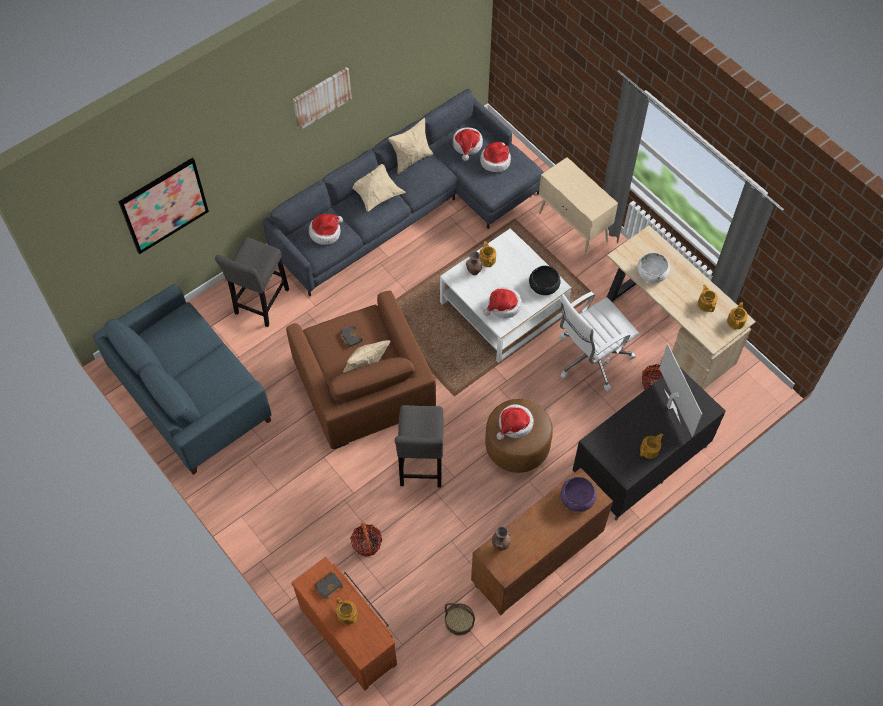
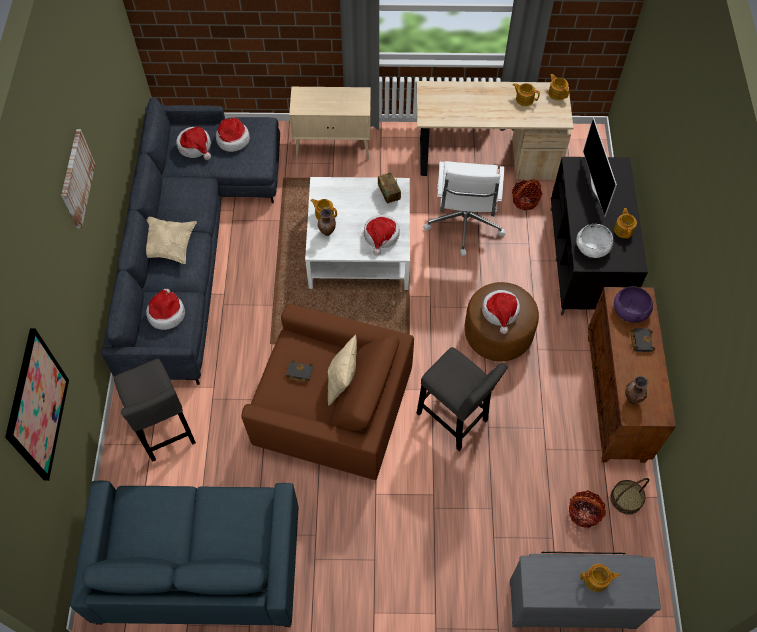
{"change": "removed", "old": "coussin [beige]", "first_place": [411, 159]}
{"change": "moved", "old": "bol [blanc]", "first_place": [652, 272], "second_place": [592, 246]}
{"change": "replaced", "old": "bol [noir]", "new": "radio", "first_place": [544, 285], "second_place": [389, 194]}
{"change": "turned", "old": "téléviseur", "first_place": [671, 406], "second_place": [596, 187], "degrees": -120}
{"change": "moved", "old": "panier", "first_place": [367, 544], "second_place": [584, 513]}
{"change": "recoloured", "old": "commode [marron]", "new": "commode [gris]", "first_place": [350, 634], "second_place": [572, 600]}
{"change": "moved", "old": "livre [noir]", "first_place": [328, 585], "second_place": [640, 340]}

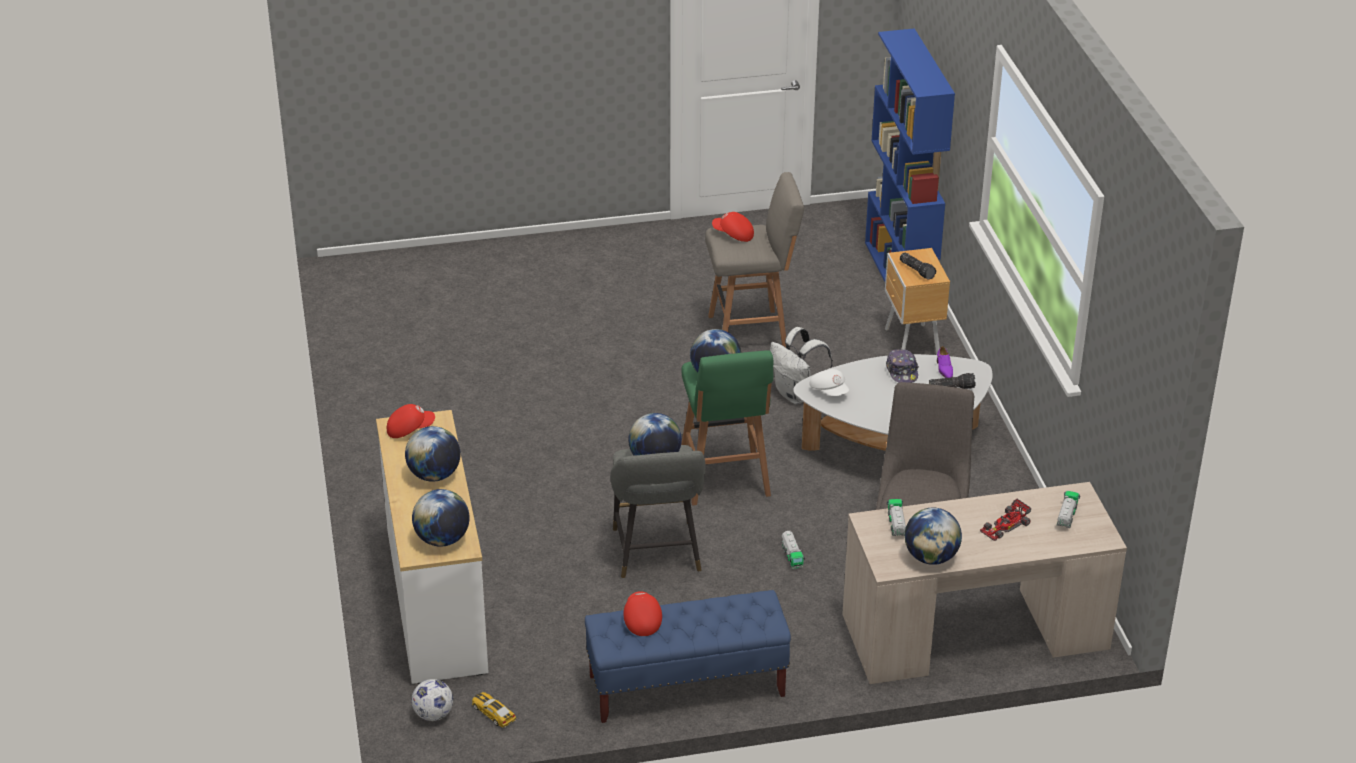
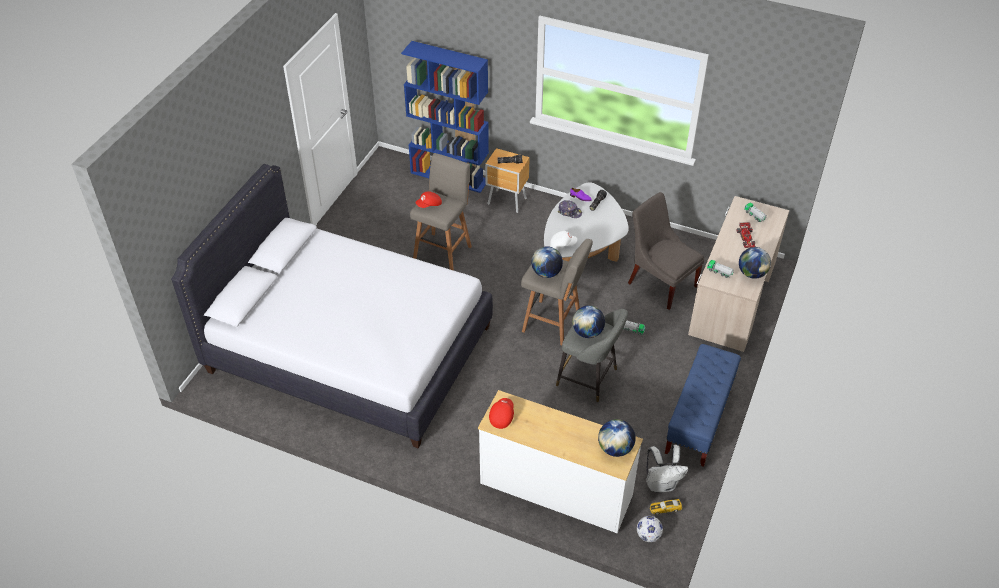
{"change": "moved", "old": "sac à dos [blanc]", "first_place": [797, 395], "second_place": [661, 484]}
{"change": "recoloured", "old": "tabouret [vert]", "new": "tabouret [gris]", "first_place": [724, 480], "second_place": [553, 323]}
{"change": "removed", "old": "globe", "first_place": [434, 475]}
{"change": "removed", "old": "casquette [rouge]", "first_place": [641, 620]}
{"change": "added", "new": "lit [blanc]", "second_place": [349, 349]}

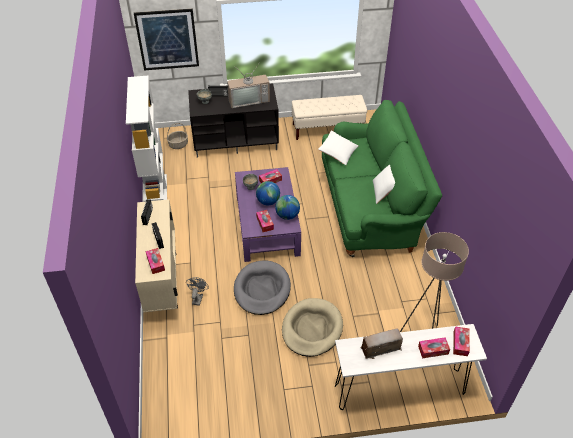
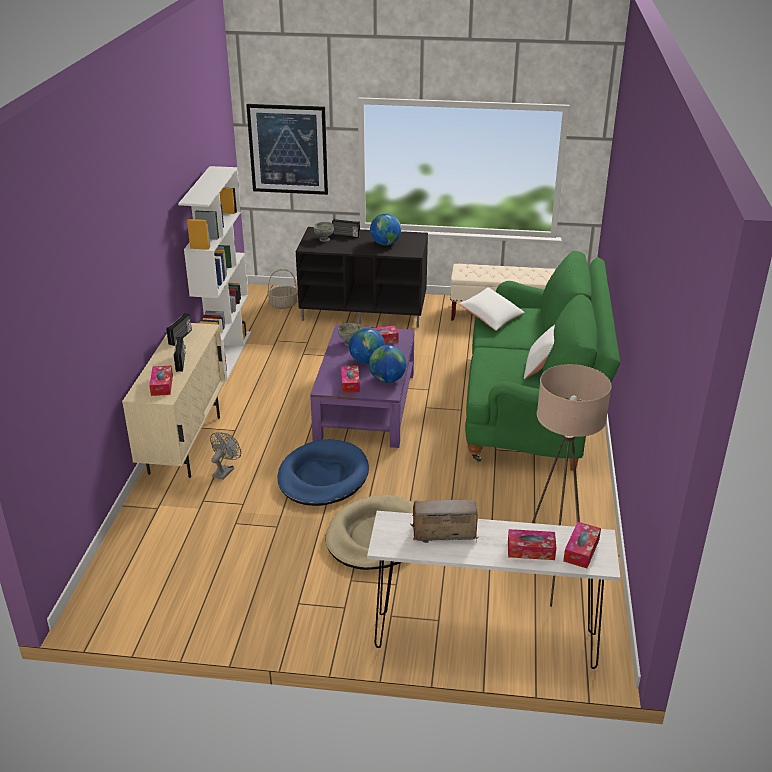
{"change": "replaced", "old": "téléviseur", "new": "globe", "first_place": [248, 99], "second_place": [385, 244]}
{"change": "recoloured", "old": "panier pour chien [gris]", "new": "panier pour chien [bleu]", "first_place": [262, 289], "second_place": [323, 477]}

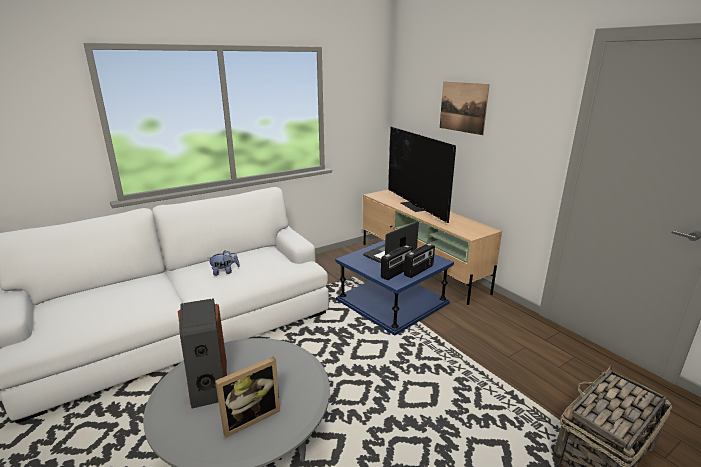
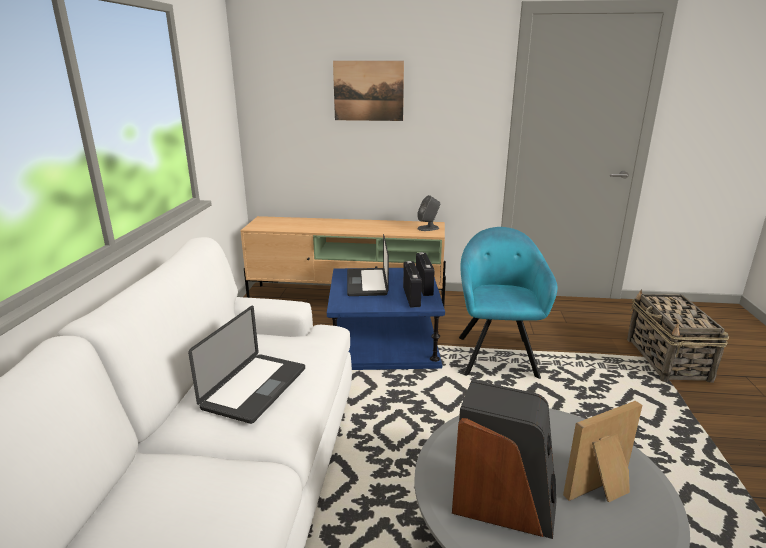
{"change": "removed", "old": "téléviseur", "first_place": [415, 206]}
{"change": "replaced", "old": "peluche", "new": "ordinateur portable", "first_place": [225, 272], "second_place": [255, 388]}
{"change": "turned", "old": "cadre photo", "first_place": [249, 417], "second_place": [602, 491], "degrees": -120}
{"change": "added", "new": "enceinte [gris]", "second_place": [428, 228]}
{"change": "added", "new": "fauteuil [turquoise]", "second_place": [496, 354]}

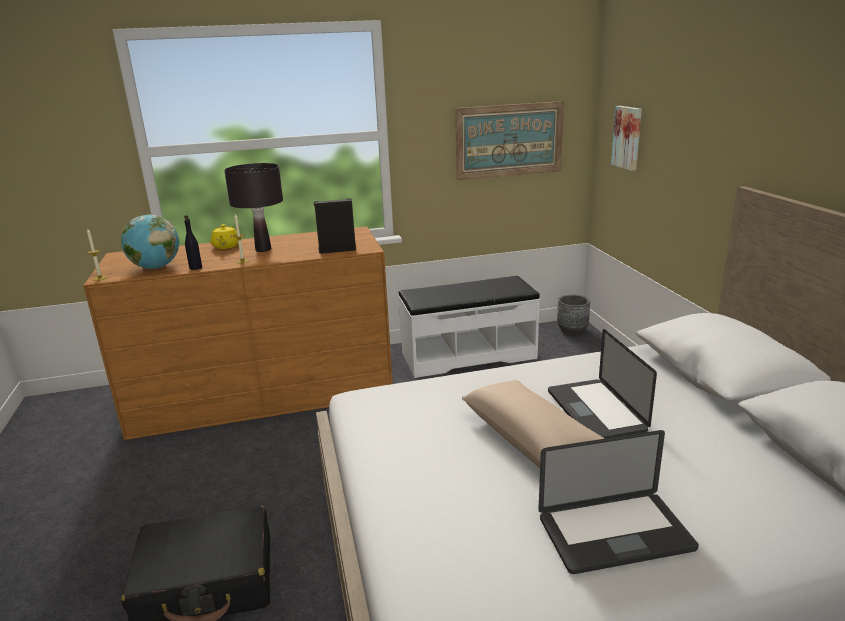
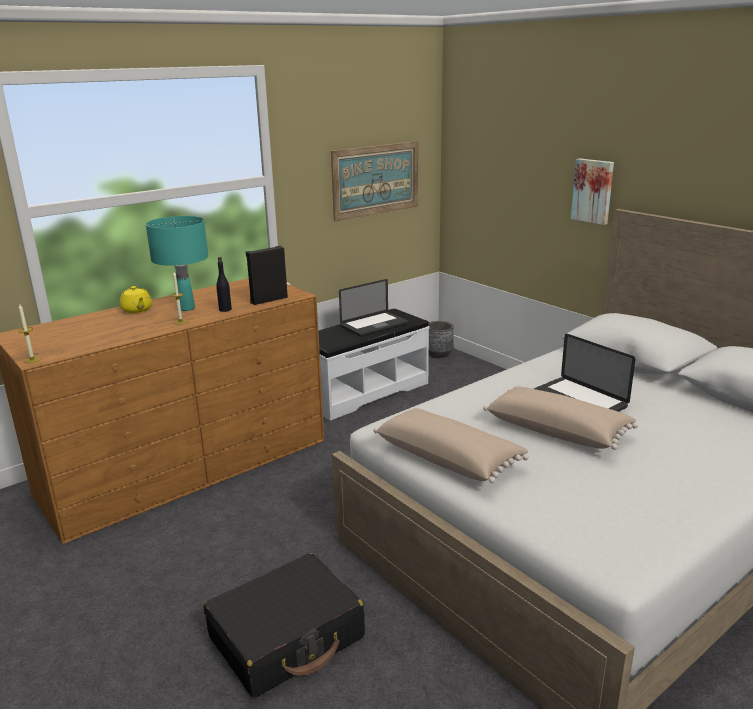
{"change": "moved", "old": "tableau", "first_place": [628, 137], "second_place": [593, 191]}
{"change": "recoloured", "old": "lampe de table [noir]", "new": "lampe de table [turquoise]", "first_place": [263, 249], "second_place": [186, 308]}
{"change": "removed", "old": "globe", "first_place": [155, 267]}
{"change": "moved", "old": "bouteille [noir]", "first_place": [195, 268], "second_place": [225, 309]}
{"change": "moved", "old": "ordinateur portable", "first_place": [615, 534], "second_place": [374, 325]}
{"change": "added", "new": "coussin [beige]", "second_place": [448, 458]}

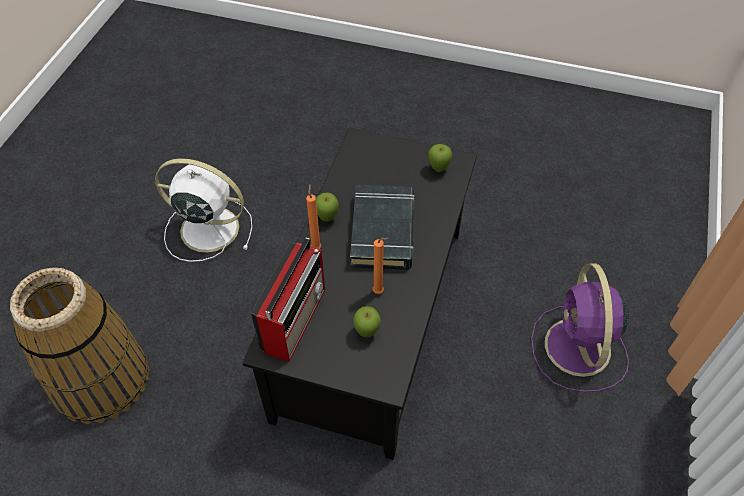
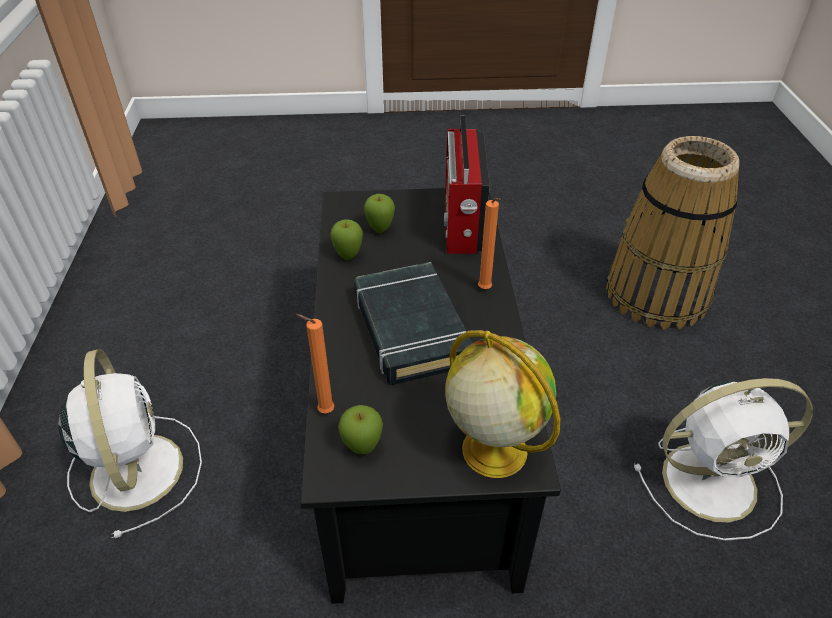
{"change": "moved", "old": "pomme", "first_place": [327, 218], "second_place": [348, 257]}
{"change": "moved", "old": "bougie [orange]", "first_place": [379, 292], "second_place": [323, 411]}
{"change": "recoloured", "old": "ventilateur [violet]", "new": "ventilateur [blanc]", "first_place": [578, 350], "second_place": [136, 468]}
{"change": "added", "new": "globe", "second_place": [492, 449]}

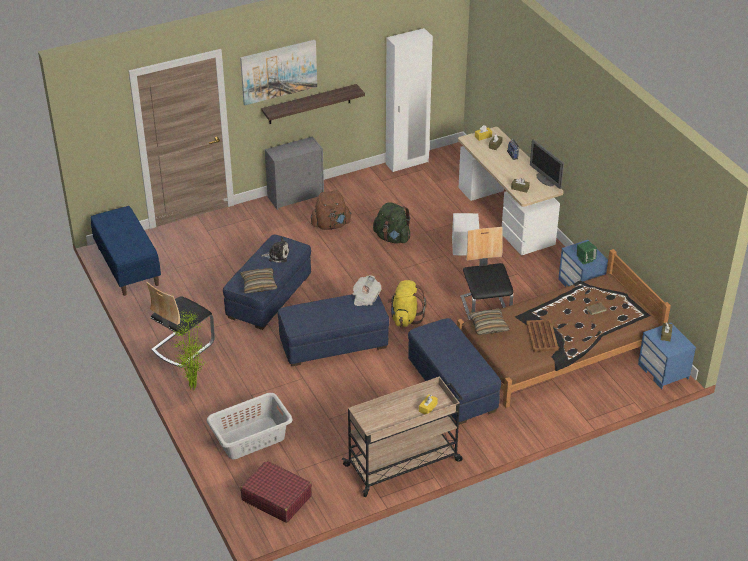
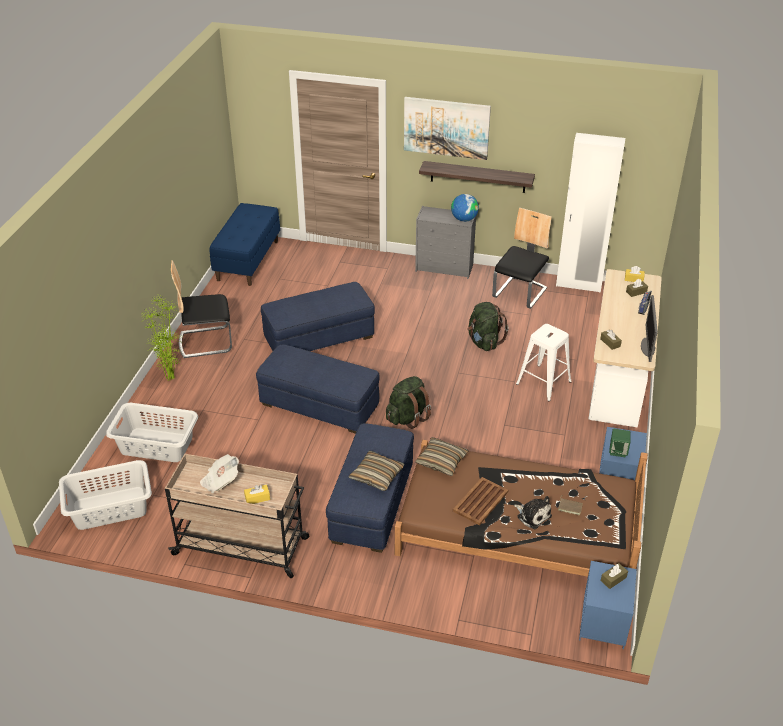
{"change": "removed", "old": "sac à dos [marron]", "first_place": [331, 225]}
{"change": "replaced", "old": "boîte de rangement [blanc]", "new": "tabouret [blanc]", "first_place": [464, 245], "second_place": [543, 382]}
{"change": "moved", "old": "chaise", "first_place": [485, 308], "second_place": [520, 293]}
{"change": "moved", "old": "peluche", "first_place": [277, 255], "second_place": [532, 515]}
{"change": "moved", "old": "coussin", "first_place": [259, 285], "second_place": [377, 476]}
{"change": "moved", "old": "journal", "first_place": [365, 297], "second_place": [220, 481]}
{"change": "recoloured", "old": "sac à dos [jaune]", "new": "sac à dos [vert]", "first_place": [405, 318], "second_place": [408, 417]}
{"change": "replaced", "old": "valise [rouge]", "new": "panier à linge [gris]", "first_place": [276, 498], "second_place": [109, 508]}
{"change": "added", "new": "globe", "second_place": [464, 219]}

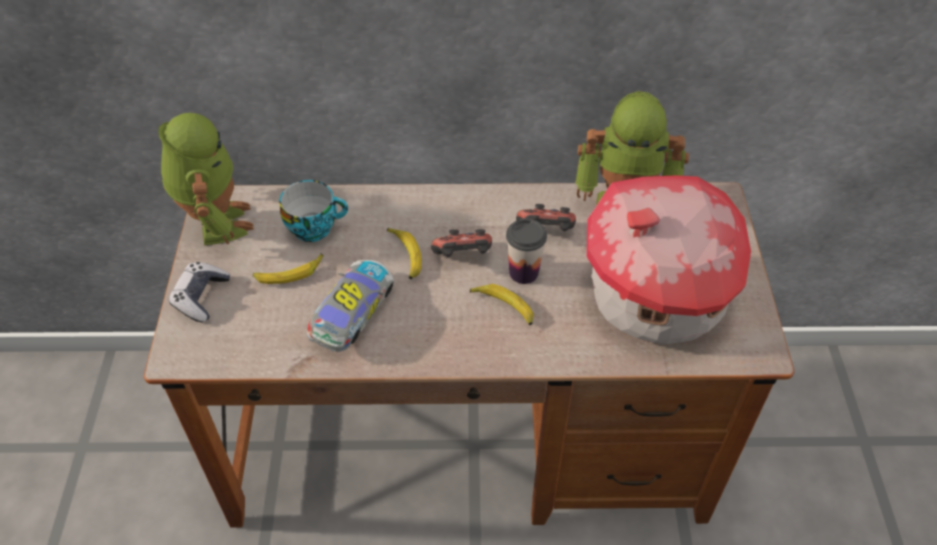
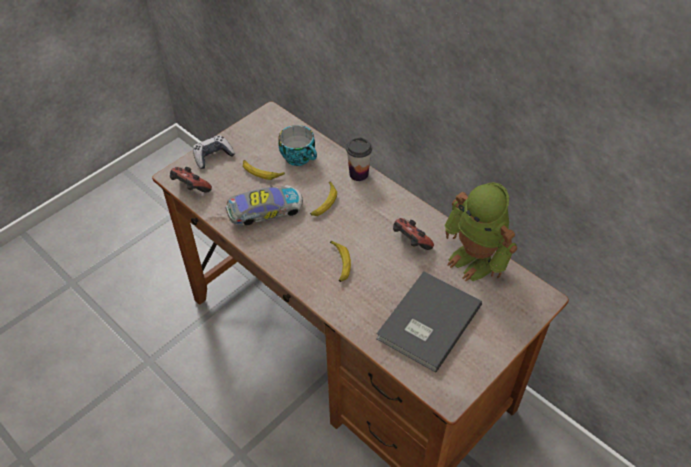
{"change": "removed", "old": "robot jouet", "first_place": [215, 223]}
{"change": "replaced", "old": "maison miniature", "new": "livre [gris]", "first_place": [656, 299], "second_place": [426, 322]}
{"change": "moved", "old": "tasse", "first_place": [523, 272], "second_place": [358, 174]}
{"change": "moved", "old": "manette", "first_place": [463, 257], "second_place": [190, 188]}

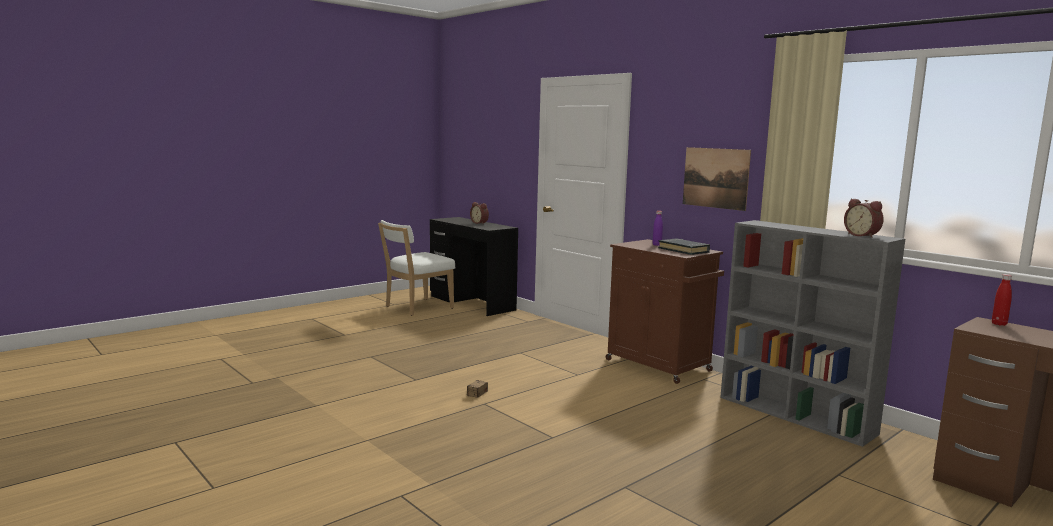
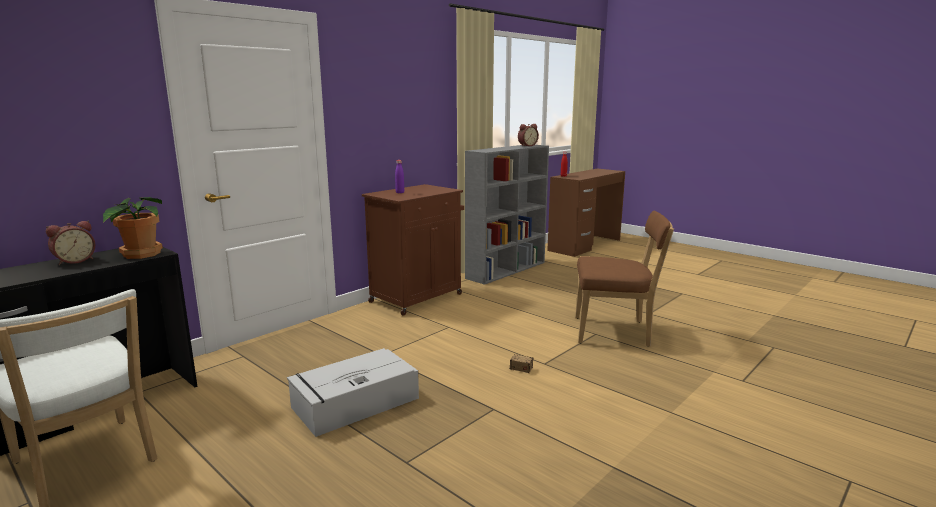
{"change": "removed", "old": "tableau", "first_place": [715, 178]}
{"change": "removed", "old": "livre [noir]", "first_place": [683, 250]}
{"change": "added", "new": "plante en pot", "second_place": [140, 254]}
{"change": "added", "new": "chaise [marron]", "second_place": [615, 332]}
{"change": "added", "new": "boîte de rangement [gris]", "second_place": [353, 403]}

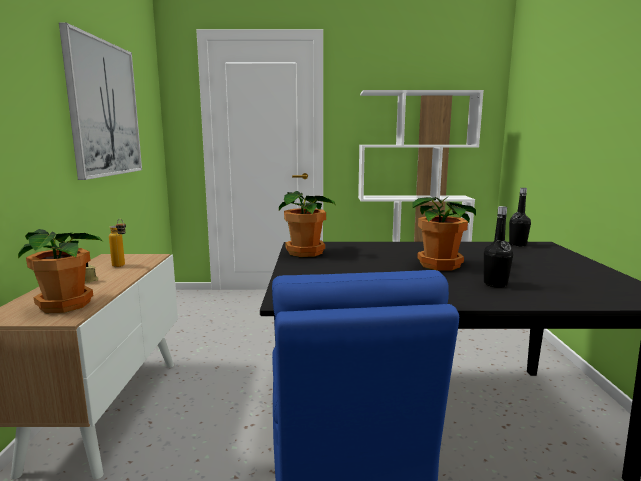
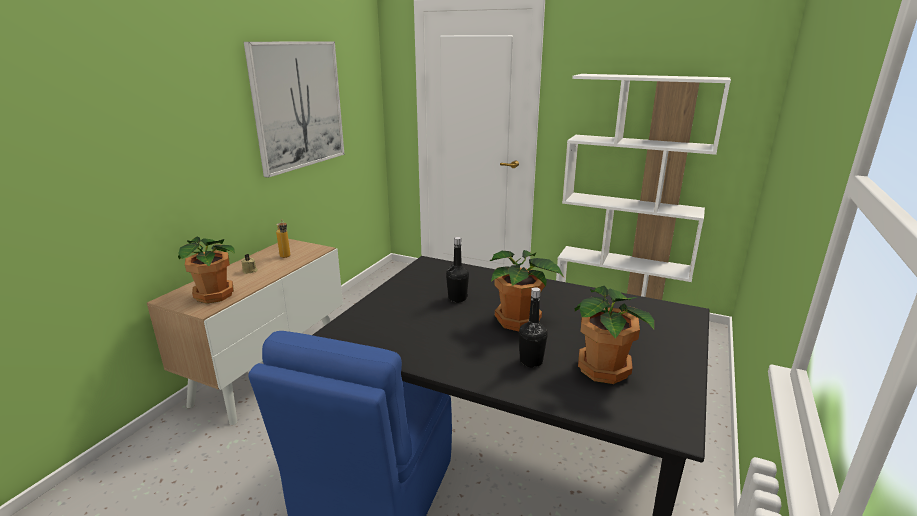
{"change": "moved", "old": "bouteille [noir]", "first_place": [517, 244], "second_place": [457, 298]}
{"change": "moved", "old": "plante en pot", "first_place": [306, 252], "second_place": [605, 369]}

